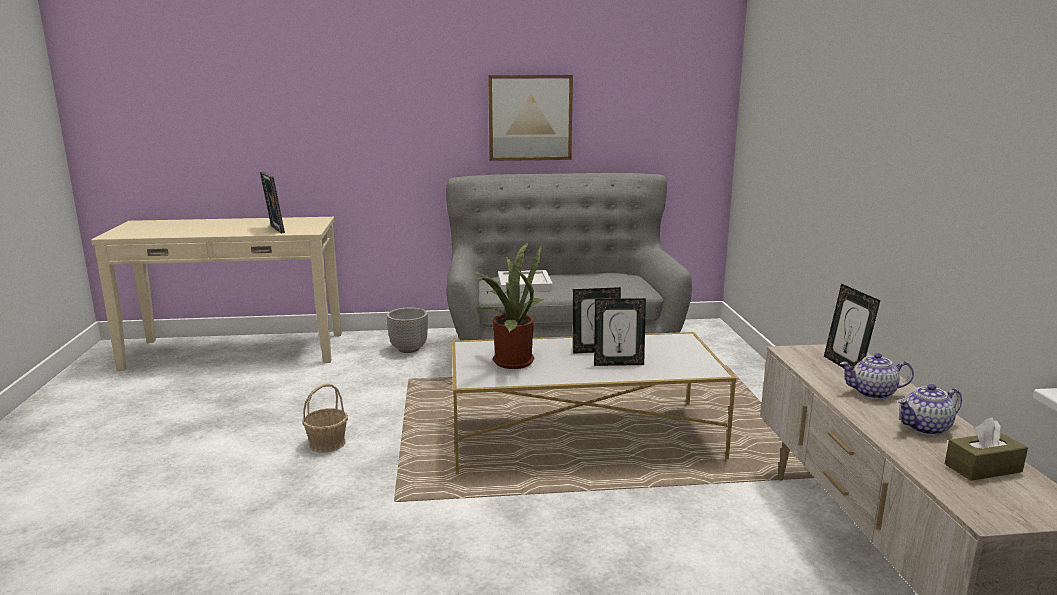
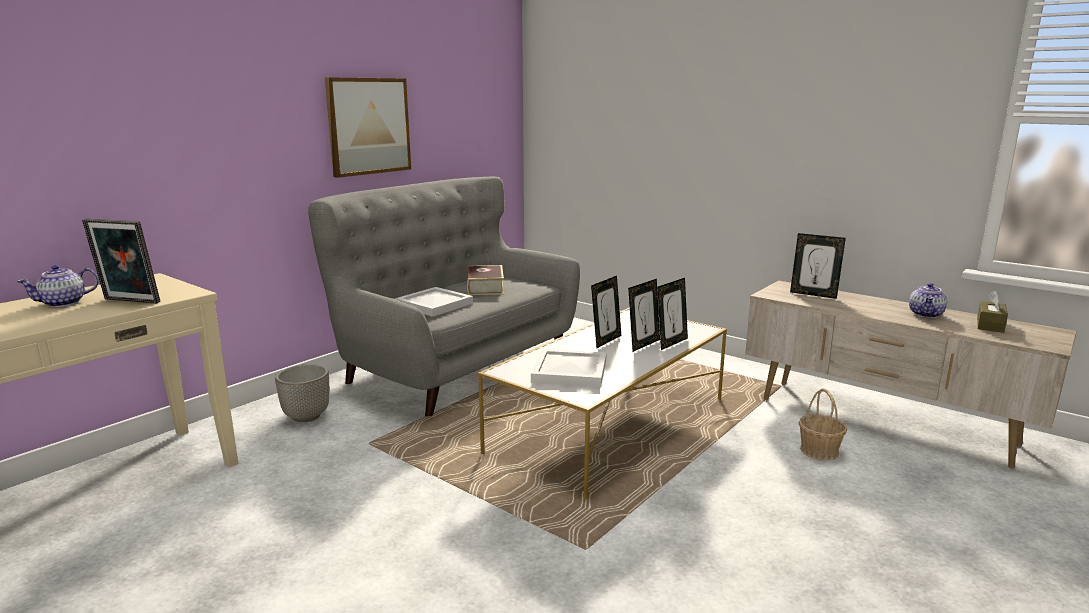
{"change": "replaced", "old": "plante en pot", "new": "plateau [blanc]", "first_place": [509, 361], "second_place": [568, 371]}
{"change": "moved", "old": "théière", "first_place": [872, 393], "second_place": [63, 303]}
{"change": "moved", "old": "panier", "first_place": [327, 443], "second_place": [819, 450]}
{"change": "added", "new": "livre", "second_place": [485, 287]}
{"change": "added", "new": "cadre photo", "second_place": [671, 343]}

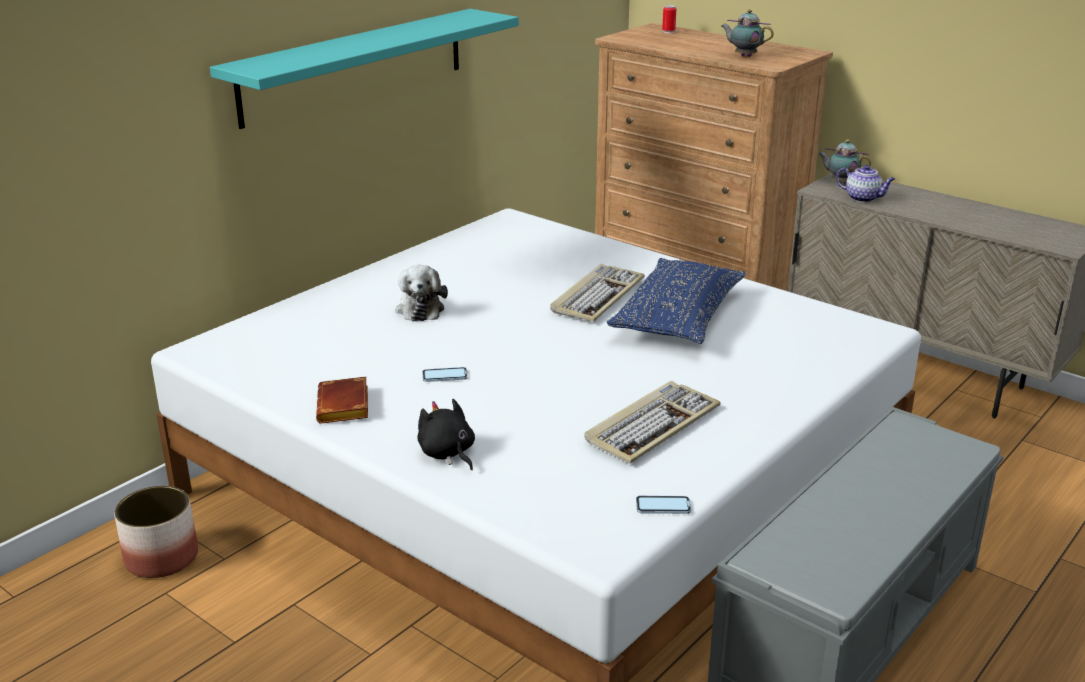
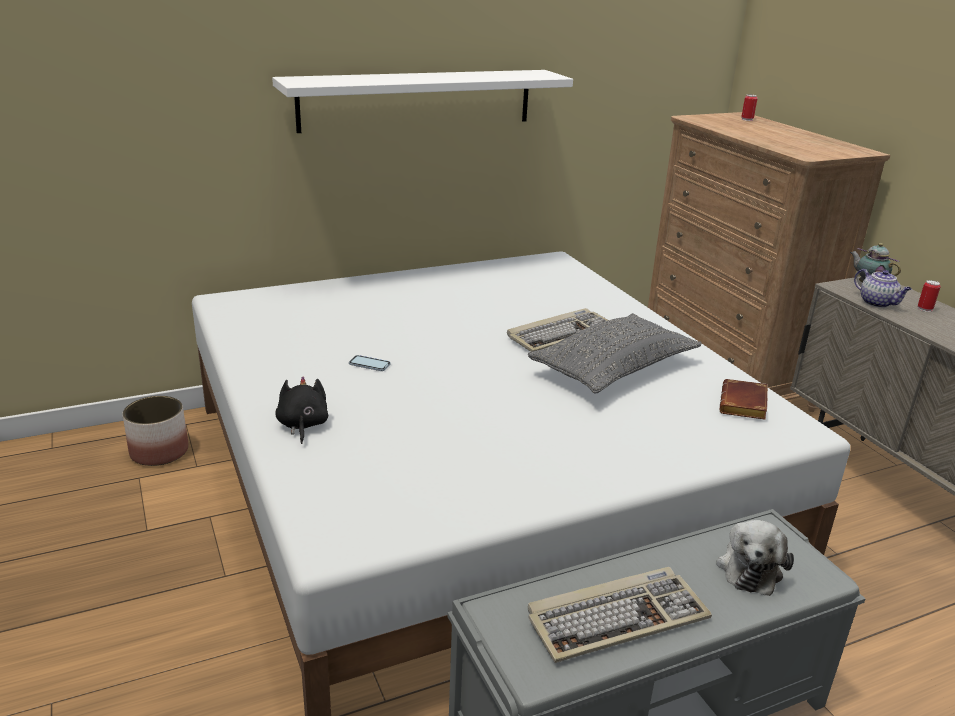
{"change": "recoloured", "old": "étagère [turquoise]", "new": "étagère [blanc]", "first_place": [355, 65], "second_place": [417, 100]}
{"change": "removed", "old": "théière", "first_place": [744, 56]}
{"change": "recoloured", "old": "coussin [bleu]", "new": "coussin [gris]", "first_place": [678, 318], "second_place": [614, 369]}
{"change": "moved", "old": "peluche", "first_place": [420, 308], "second_place": [749, 567]}
{"change": "moved", "old": "livre [marron]", "first_place": [345, 407], "second_place": [745, 406]}
{"change": "moved", "old": "clavier", "first_place": [652, 425], "second_place": [617, 617]}
{"change": "removed", "old": "téléphone", "first_place": [663, 506]}
{"change": "added", "new": "boîte métallique", "second_place": [924, 309]}

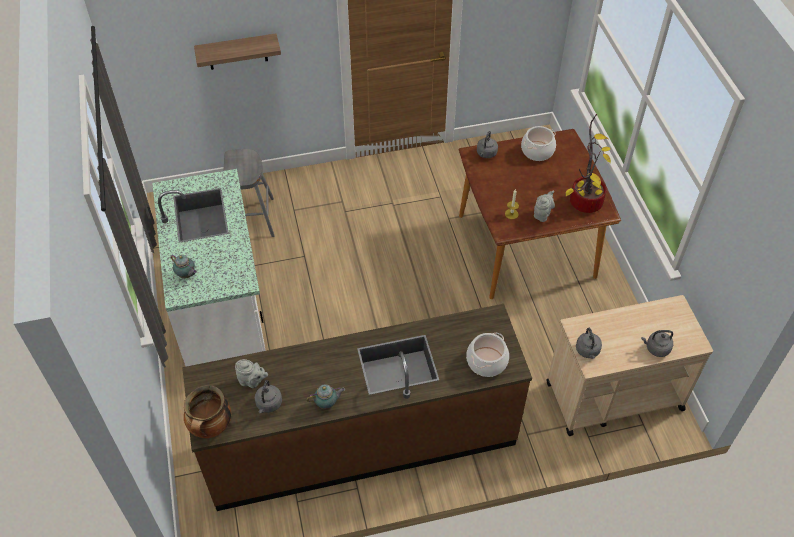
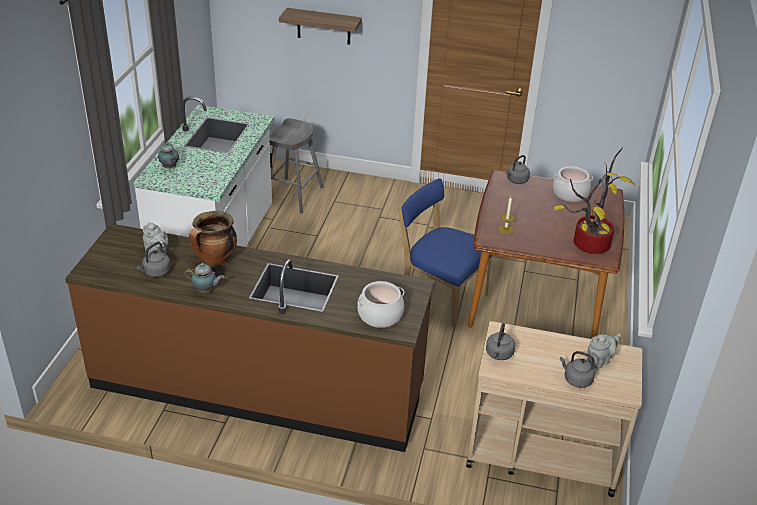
{"change": "moved", "old": "théière [gris]", "first_place": [542, 214], "second_place": [599, 360]}
{"change": "moved", "old": "marmite", "first_place": [211, 428], "second_place": [214, 260]}
{"change": "added", "new": "chaise [bleu]", "second_place": [440, 297]}

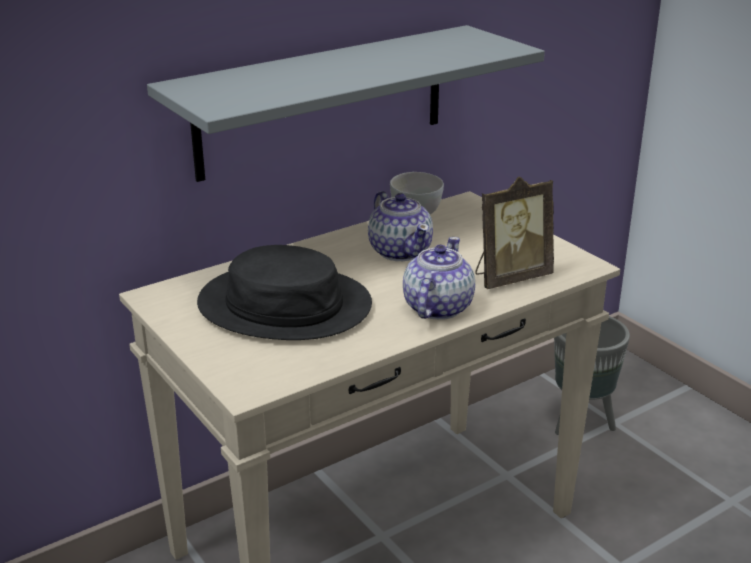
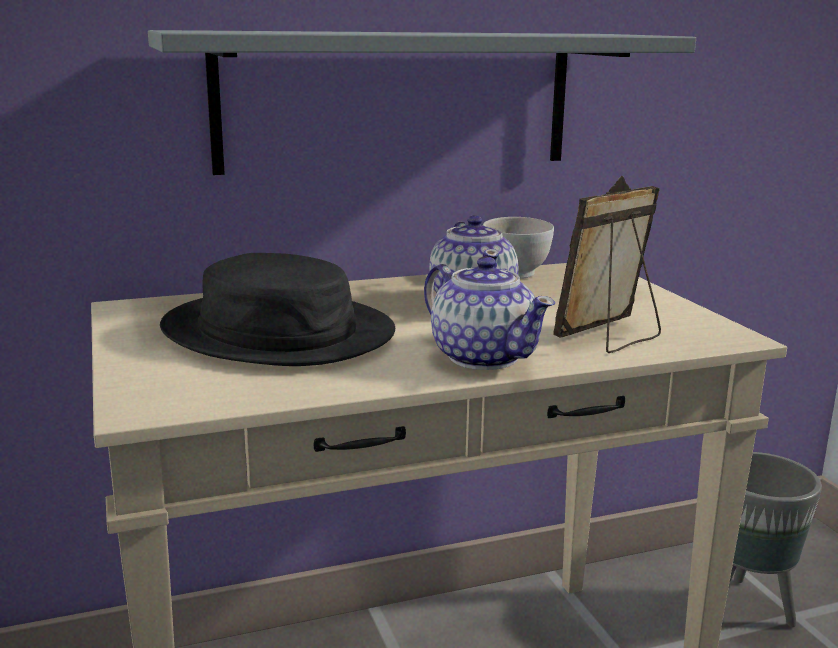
{"change": "turned", "old": "cadre photo", "first_place": [510, 277], "second_place": [611, 338], "degrees": 150}
{"change": "turned", "old": "théière", "first_place": [436, 308], "second_place": [483, 356], "degrees": 105}

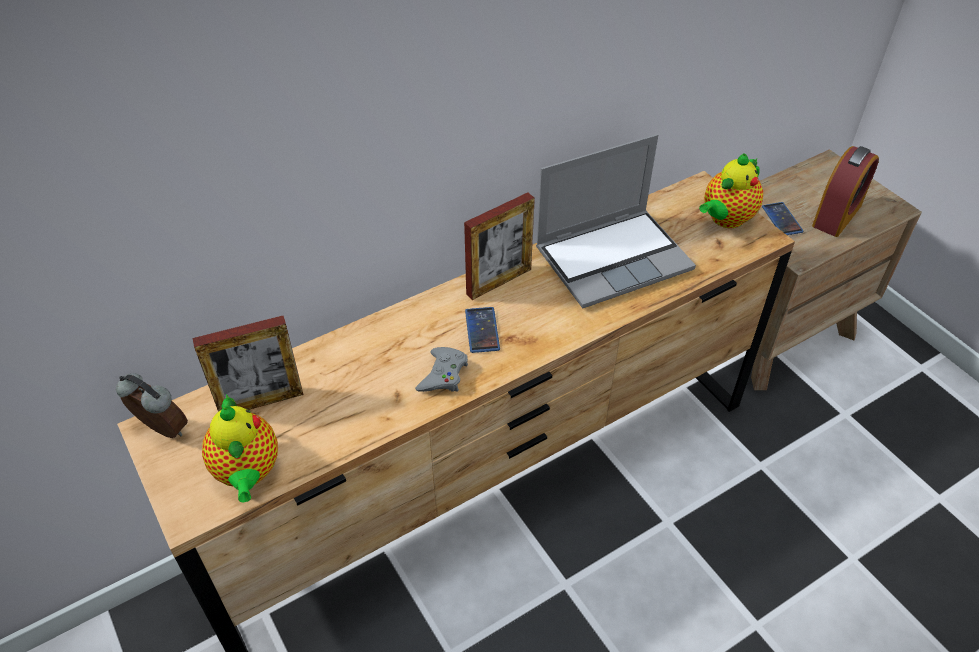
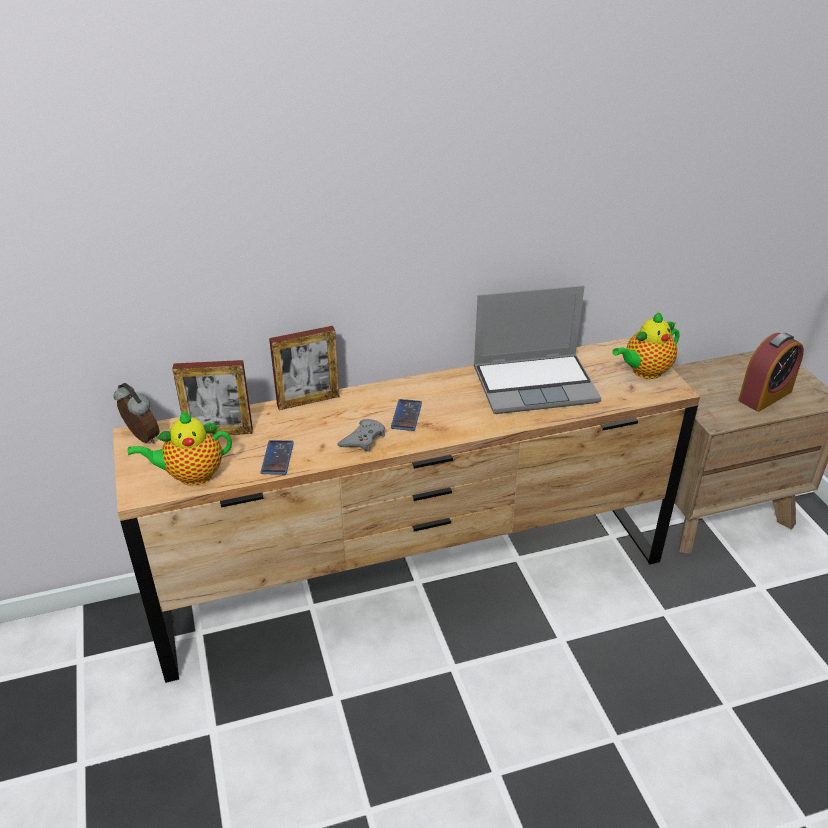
{"change": "moved", "old": "cadre photo", "first_place": [499, 281], "second_place": [308, 401]}
{"change": "moved", "old": "téléphone", "first_place": [782, 219], "second_place": [277, 458]}
{"change": "turned", "old": "théière", "first_place": [248, 473], "second_place": [191, 475], "degrees": 75}

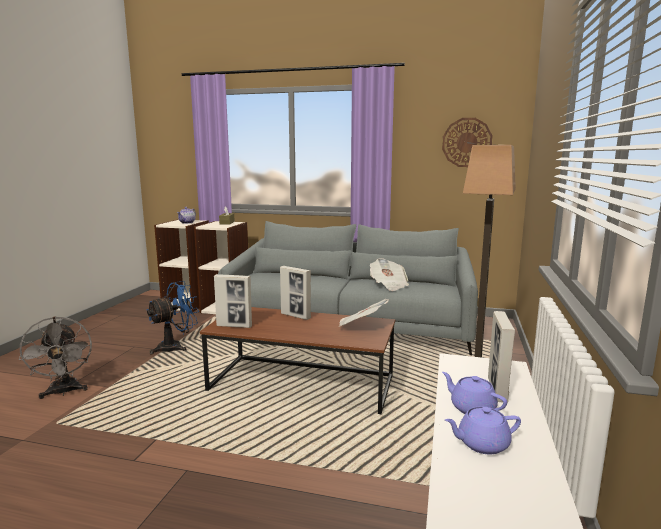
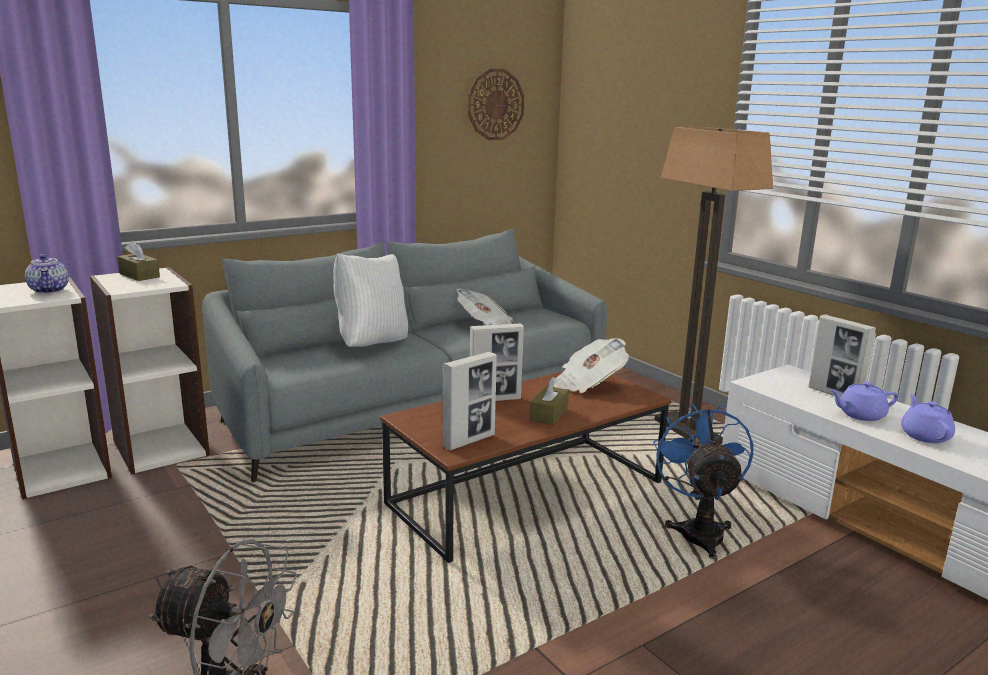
{"change": "moved", "old": "ventilateur [bleu]", "first_place": [175, 347], "second_place": [699, 530]}
{"change": "turned", "old": "théière [violet]", "first_place": [481, 444], "second_place": [924, 436], "degrees": 150}
{"change": "added", "new": "coussin [blanc]", "second_place": [371, 344]}
{"change": "added", "new": "boîte à mouchoirs [marron]", "second_place": [549, 414]}

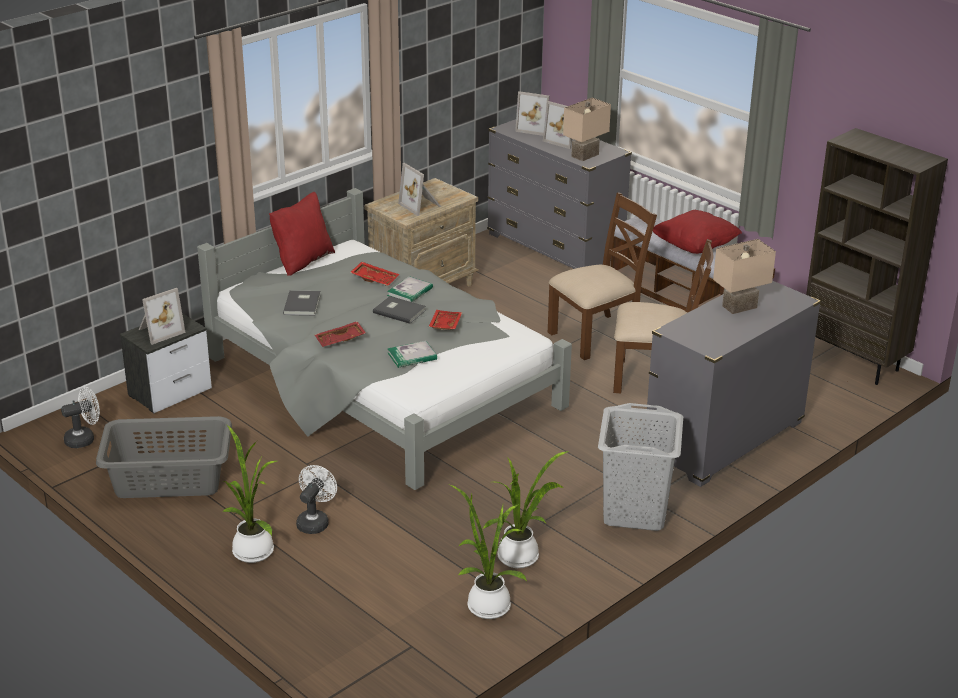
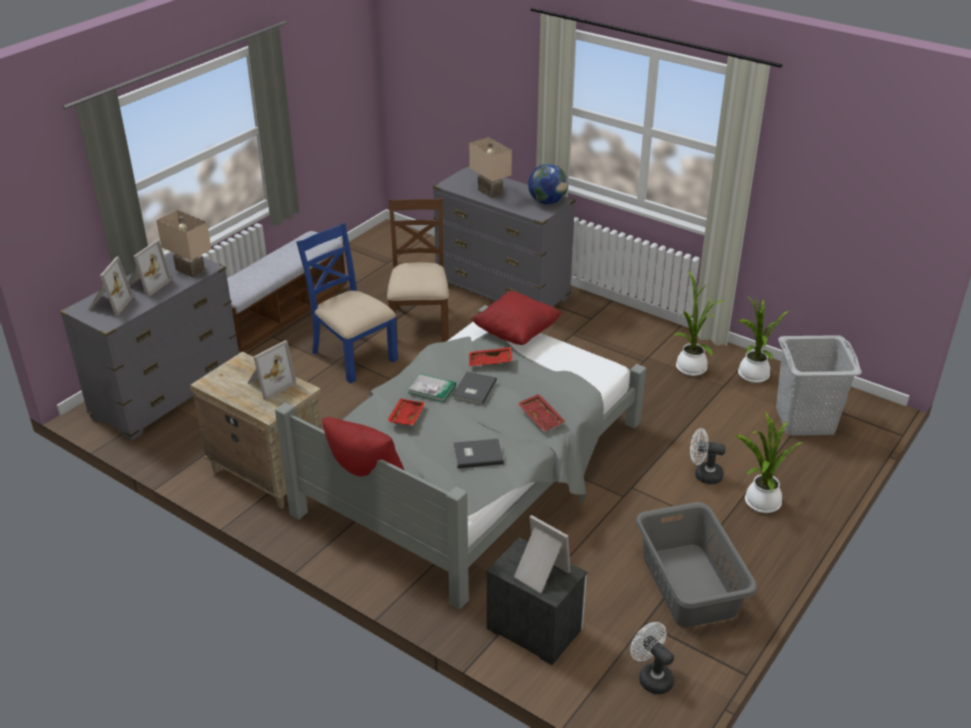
{"change": "removed", "old": "bibliothèque [marron]", "first_place": [854, 362]}
{"change": "recoloured", "old": "chaise [marron]", "new": "chaise [bleu]", "first_place": [597, 336], "second_place": [353, 356]}
{"change": "moved", "old": "coussin [rouge]", "first_place": [695, 247], "second_place": [516, 332]}
{"change": "removed", "old": "livre", "first_place": [412, 356]}
{"change": "moved", "old": "panier à linge [gris]", "first_place": [634, 512], "second_place": [805, 421]}
{"change": "added", "new": "globe", "second_place": [547, 202]}

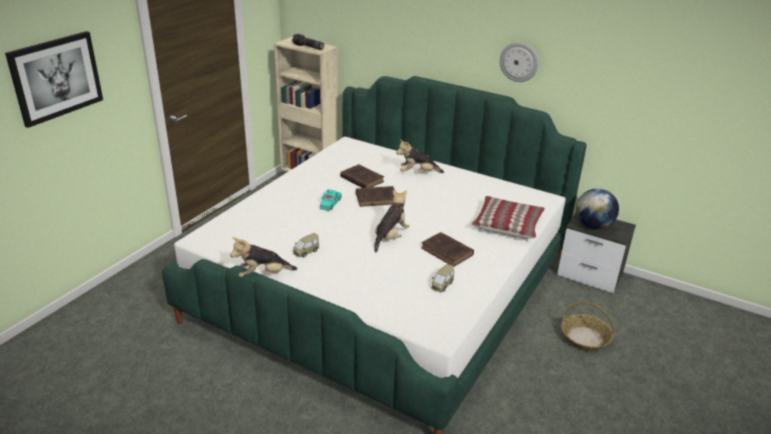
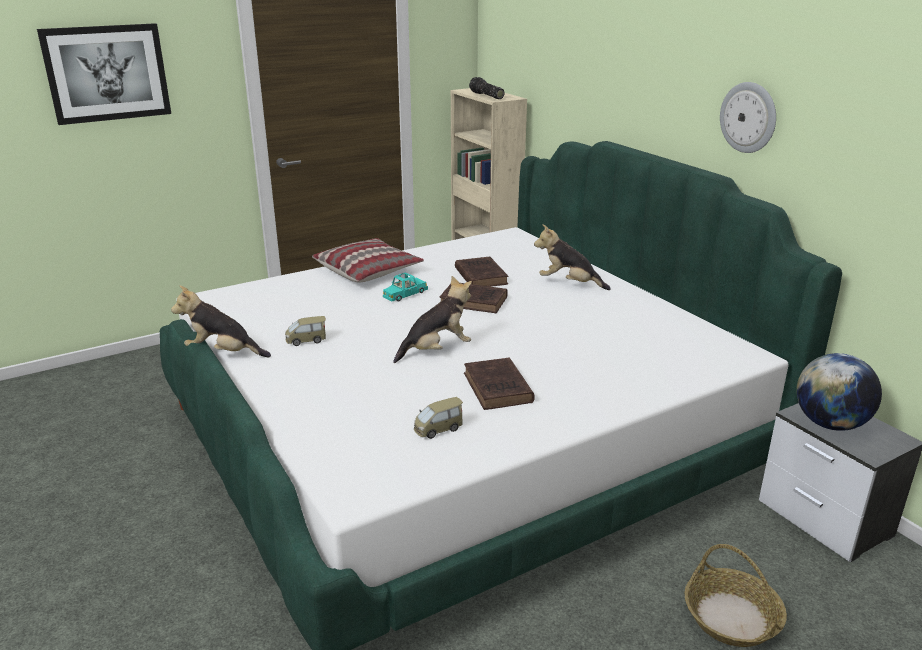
{"change": "moved", "old": "coussin", "first_place": [507, 224], "second_place": [368, 271]}

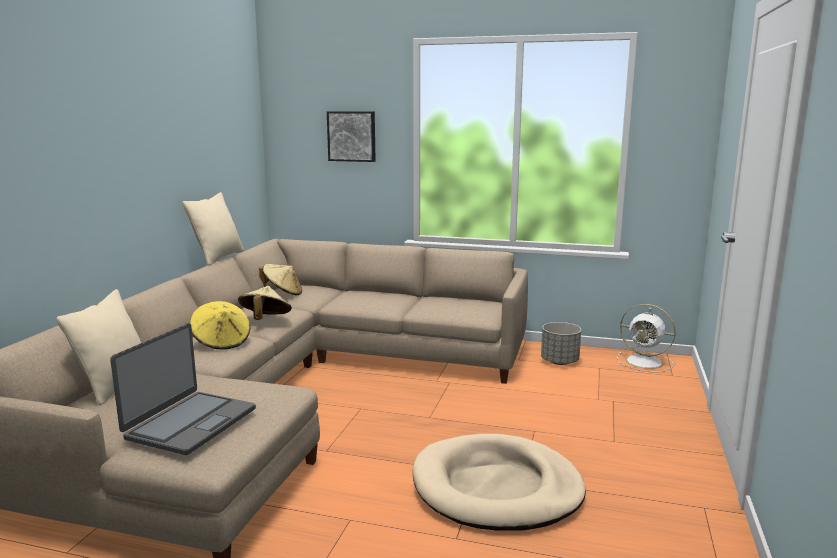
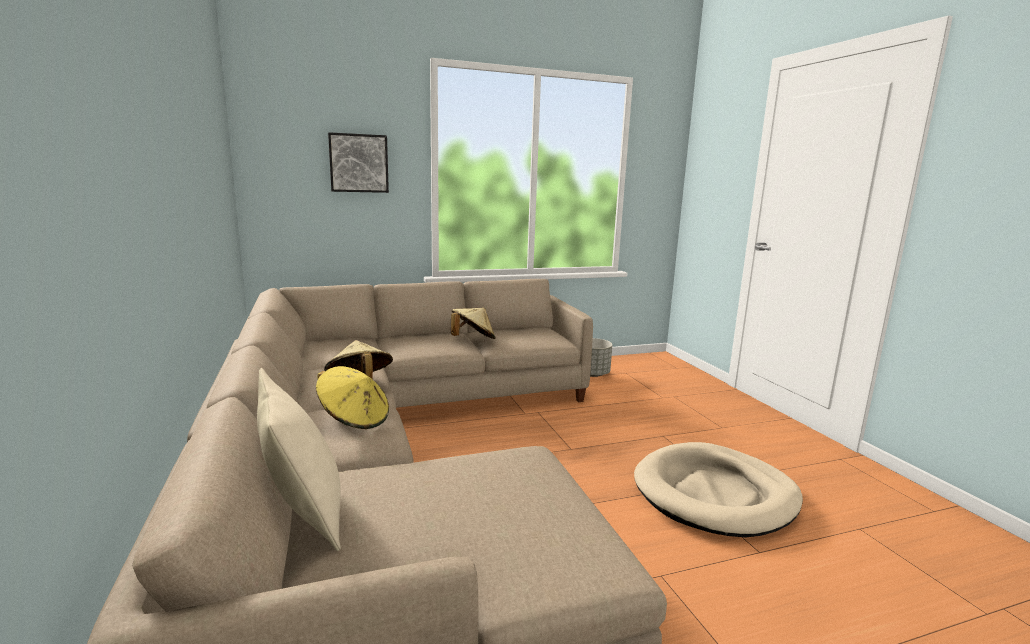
{"change": "removed", "old": "coussin [beige]", "first_place": [218, 257]}
{"change": "moved", "old": "chapeau [beige]", "first_place": [283, 293], "second_place": [472, 340]}
{"change": "removed", "old": "ventilateur [blanc]", "first_place": [646, 362]}
{"change": "removed", "old": "ordinateur portable", "first_place": [190, 423]}

